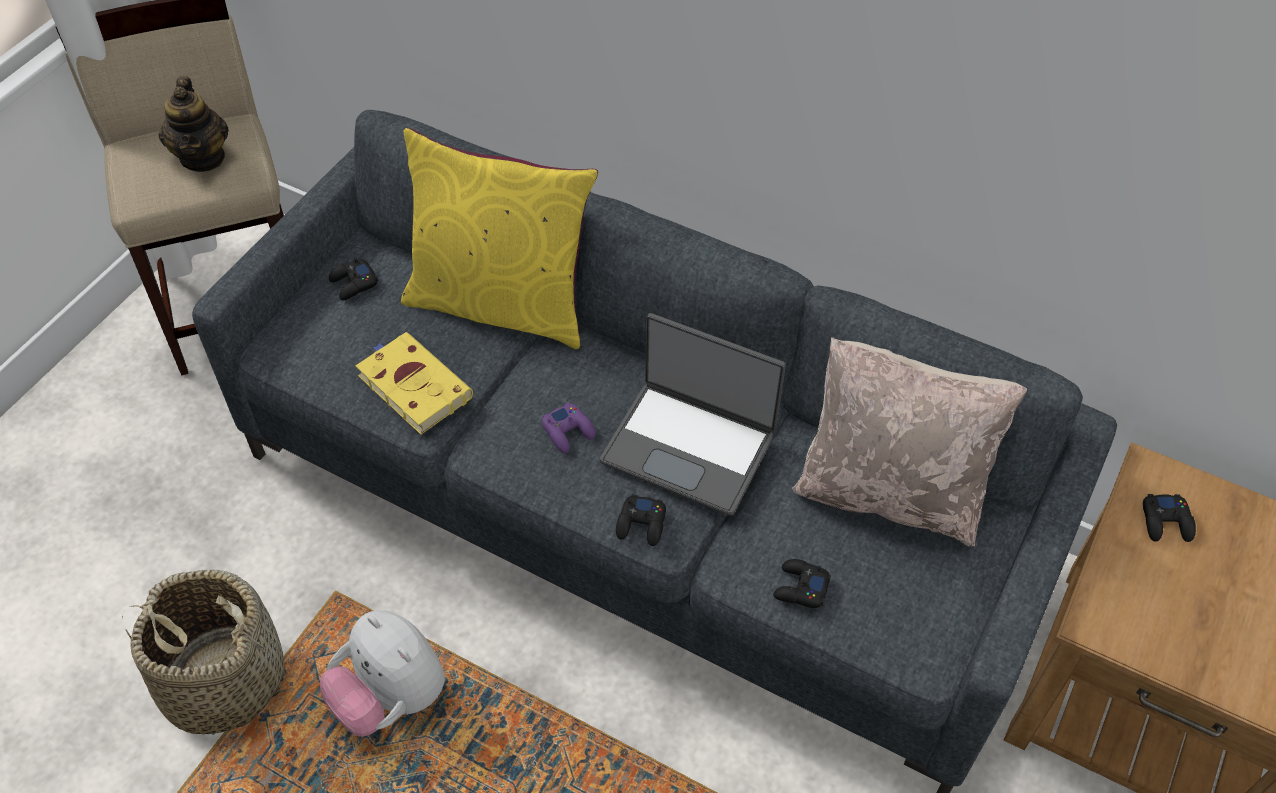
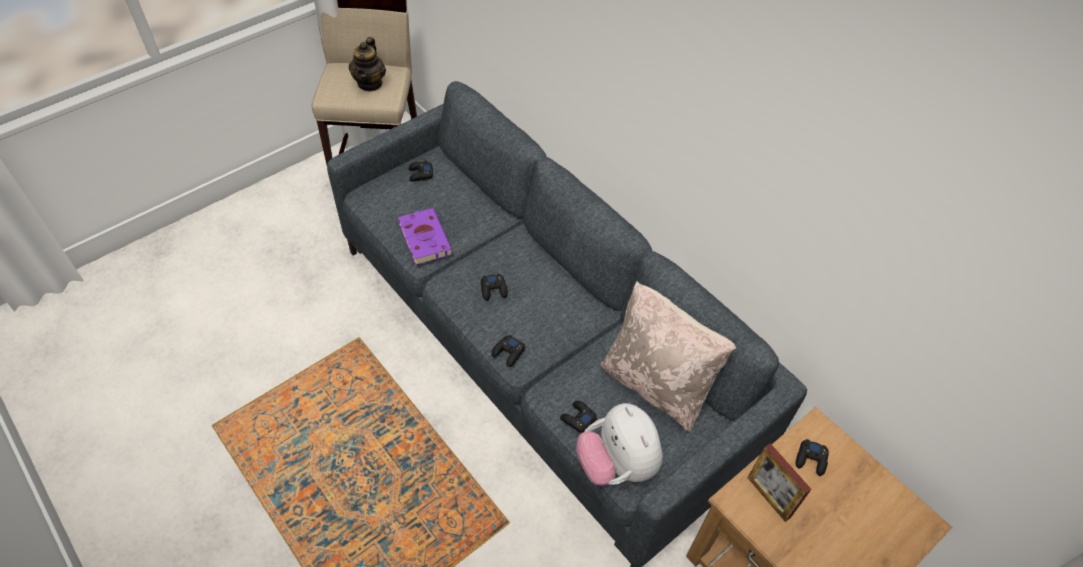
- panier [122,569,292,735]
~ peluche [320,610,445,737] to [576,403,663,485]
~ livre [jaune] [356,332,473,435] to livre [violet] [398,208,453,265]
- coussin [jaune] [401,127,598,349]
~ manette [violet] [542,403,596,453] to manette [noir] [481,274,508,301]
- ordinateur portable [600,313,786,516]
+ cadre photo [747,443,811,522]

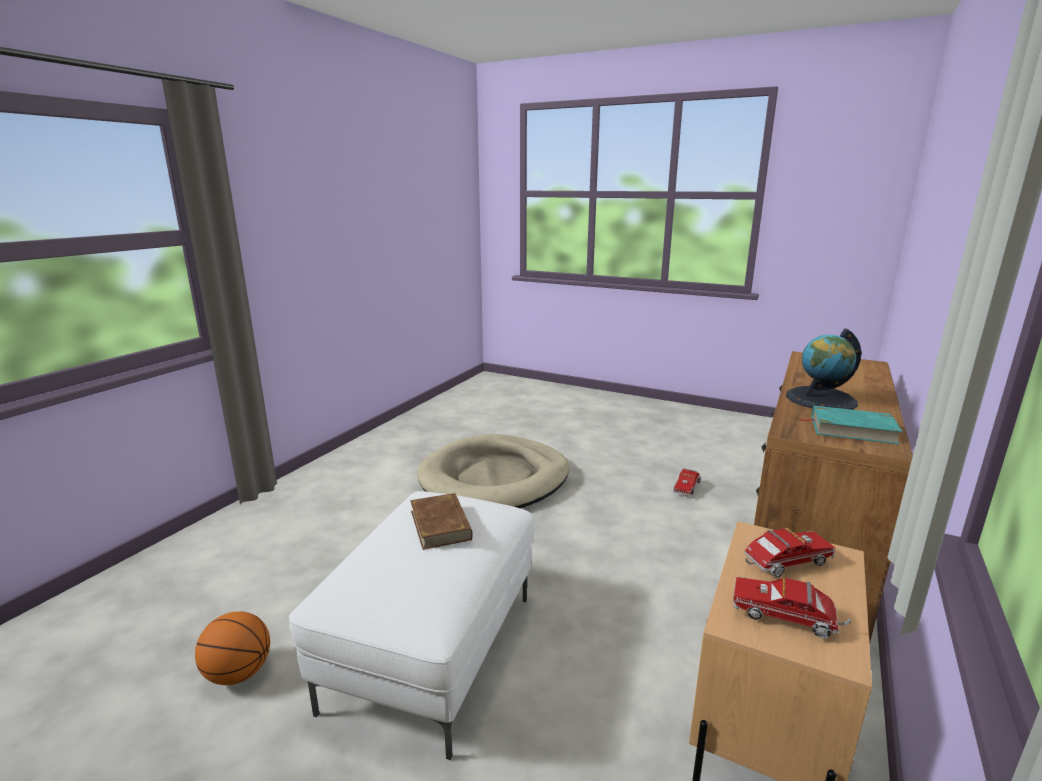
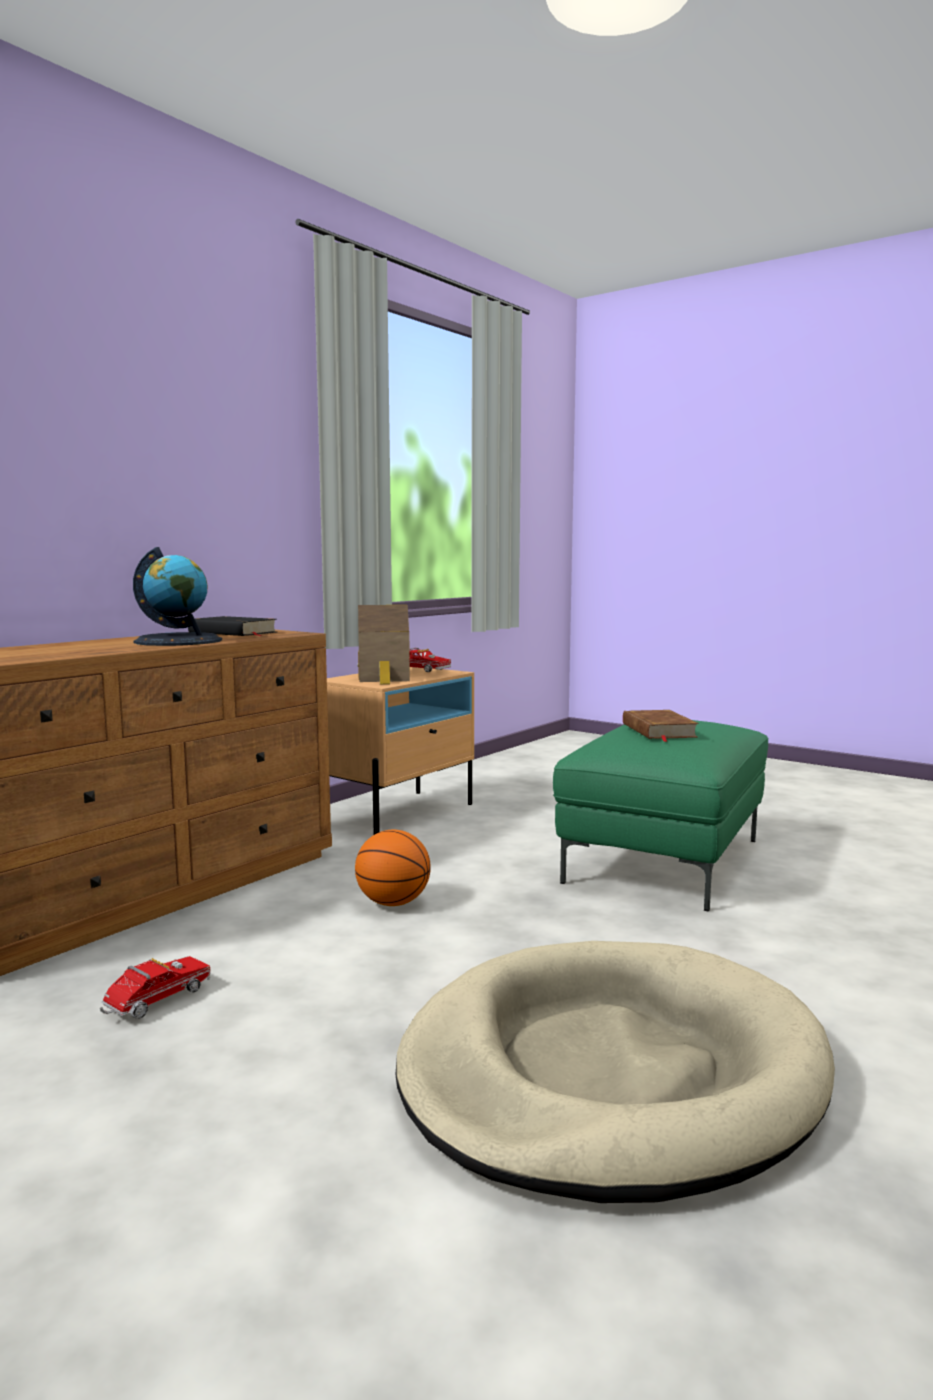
~ ballon de basket [195,611,270,685] to [355,830,431,906]
~ pouf [blanc] [289,491,535,760] to pouf [vert] [553,720,769,912]
~ camion jouet [743,528,836,577] to maison miniature [357,605,410,685]
~ livre [turquoise] [800,406,902,444] to livre [noir] [188,616,277,636]

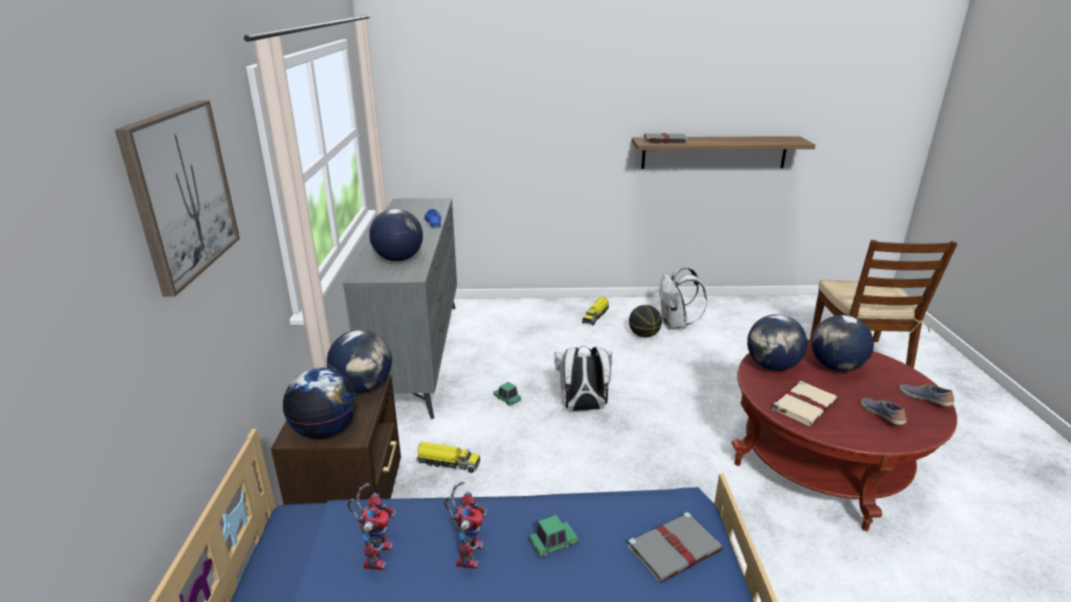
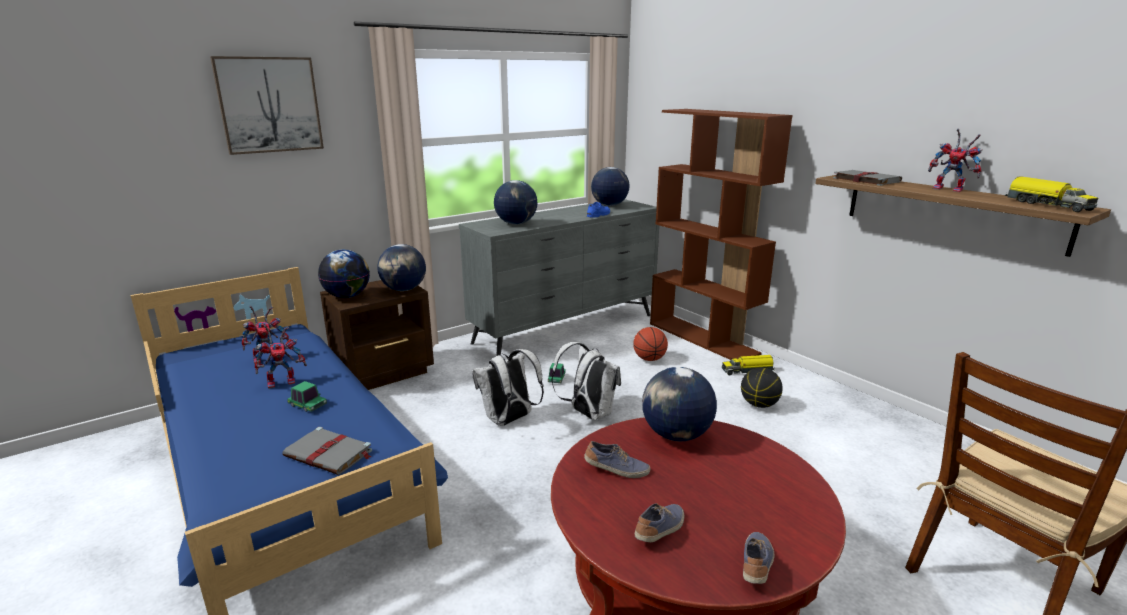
~ camion jouet [416,442,480,473] to [1005,176,1098,212]
~ sac à dos [blanc] [659,267,707,329] to [472,349,544,426]
~ livre [beige] [772,381,838,426] to chaussure [584,441,650,478]
~ globe [811,315,874,372] to [591,167,630,206]
+ ballon de basket [633,327,668,361]
+ bibliothèque [marron] [650,109,793,360]
+ robot jouet [928,129,983,192]

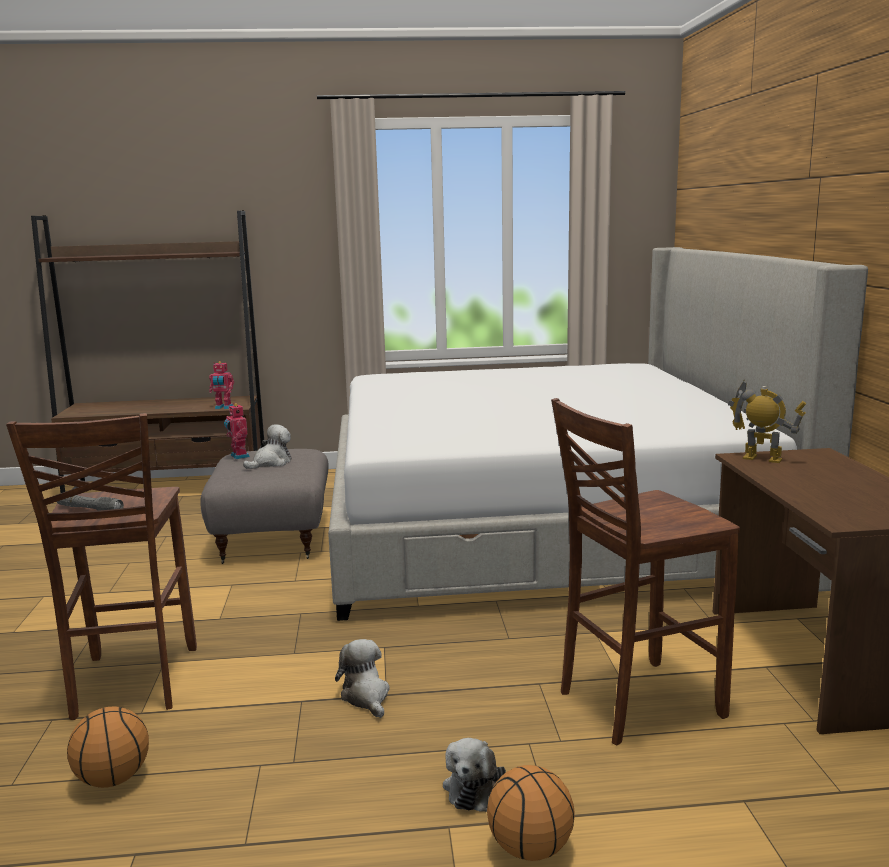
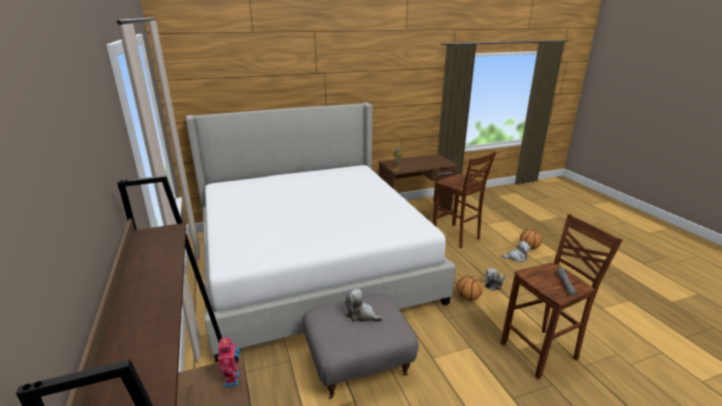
~ ballon de basket [67,706,149,788] to [457,275,482,301]
- robot jouet [224,403,250,459]

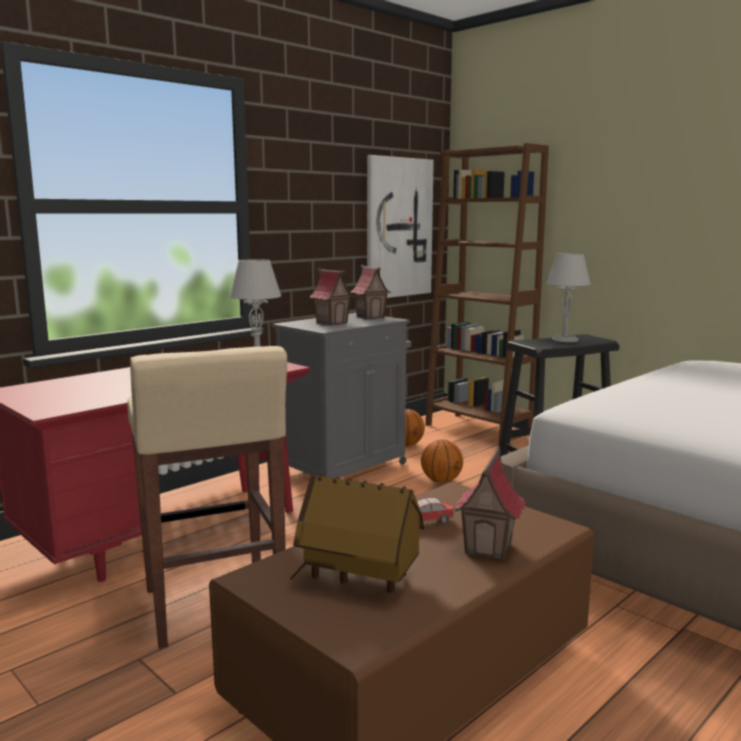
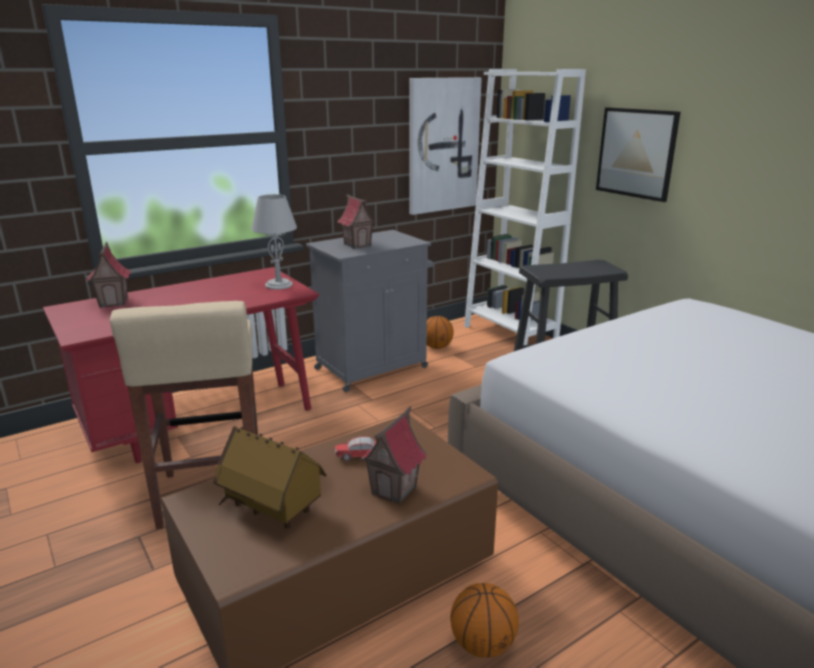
~ maison miniature [350,265,391,320] to [85,242,131,308]
~ ballon de basket [421,439,463,483] to [450,583,519,658]
~ bibliothèque [marron] [425,143,549,446] to bibliothèque [blanc] [464,69,586,345]
- lampe de table [gris] [546,253,591,342]
+ tableau [596,107,680,202]

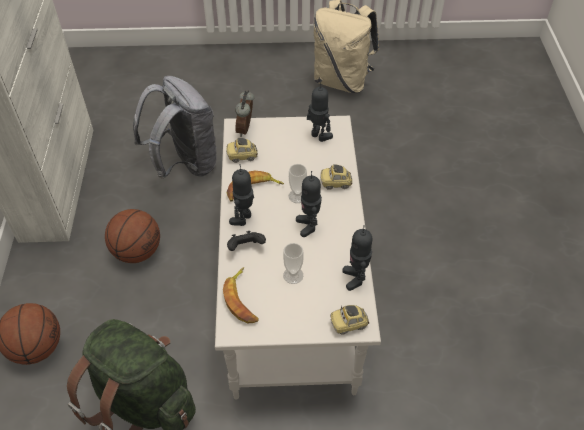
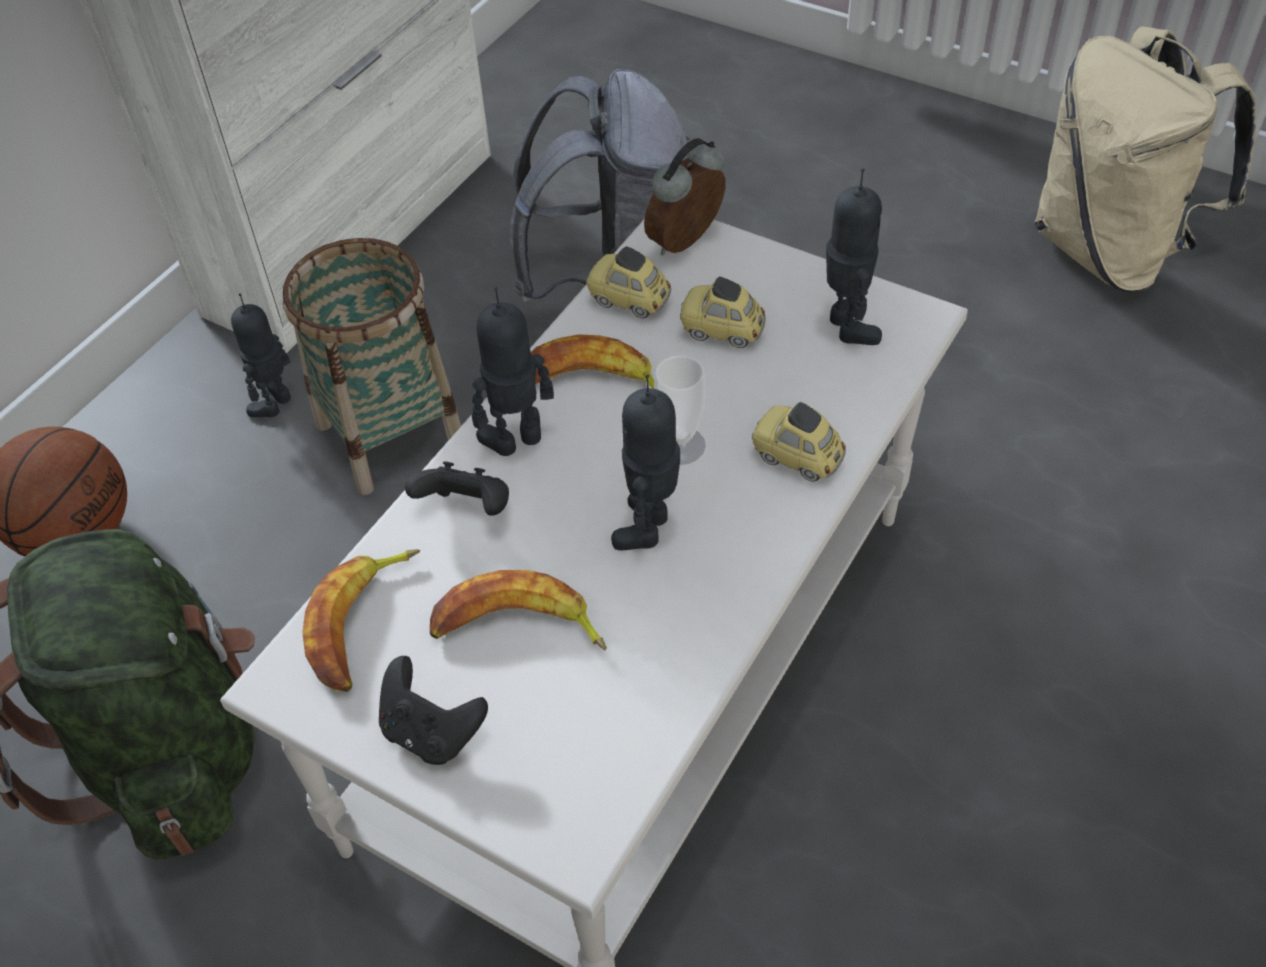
~ ballon de basket [105,209,160,263] to panier [283,238,461,495]
~ tasse [283,243,304,284] to banane [430,570,607,651]
~ petite voiture [330,305,369,335] to [680,276,766,348]
~ robot jouet [342,225,372,291] to [231,293,291,417]
+ manette [noir] [379,656,488,765]

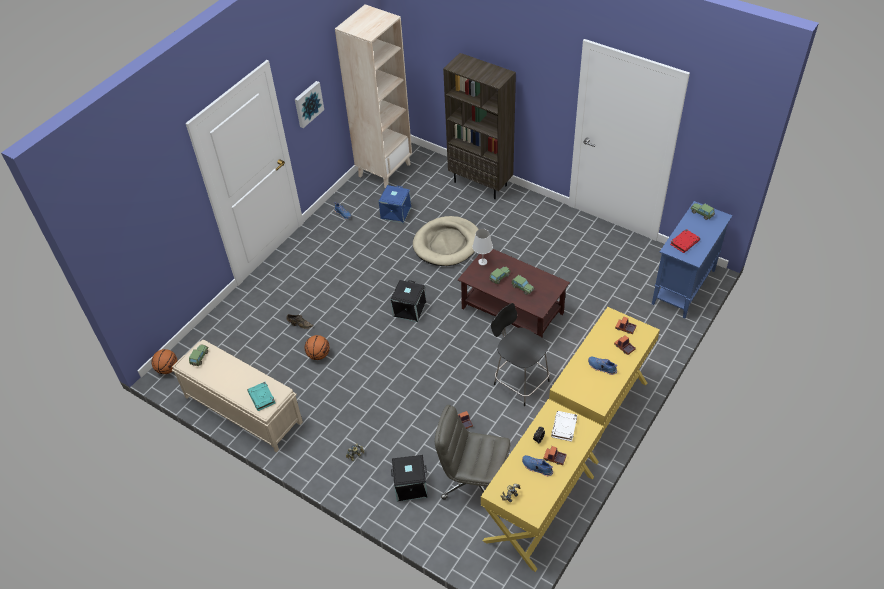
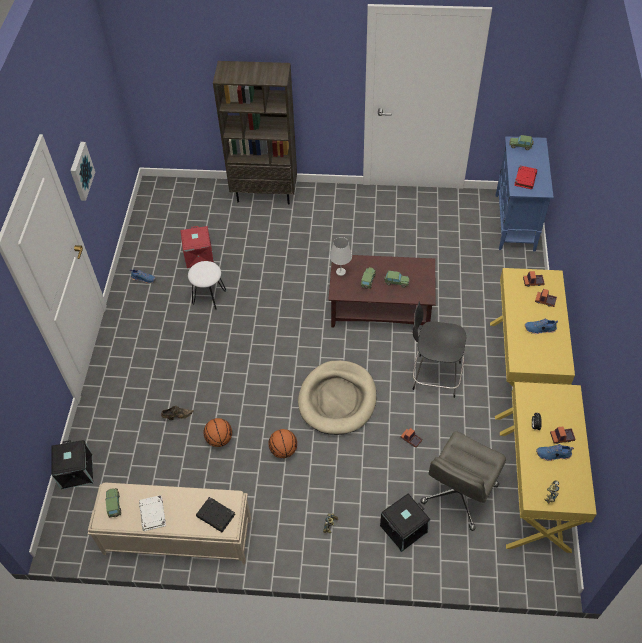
~ ballon de basket [151,349,178,374] to [268,429,297,458]
~ livre [turquoise] [248,382,275,411] to livre [noir] [196,497,235,532]
- bibliothèque [beige] [335,4,412,188]
~ boîte de rangement [bleu] [379,185,411,223] to boîte de rangement [rouge] [180,226,214,268]
~ boîte de rangement [noir] [391,280,426,322] to [52,440,93,489]
~ panier pour chien [beige] [413,216,479,266] to [298,360,377,435]
~ chaise de bureau [gris] [435,405,511,500] = [420,431,506,531] 45 degrees counterclockwise
~ livre [blanc] [551,411,577,442] to [139,495,166,531]
+ tabouret [blanc] [188,261,226,310]

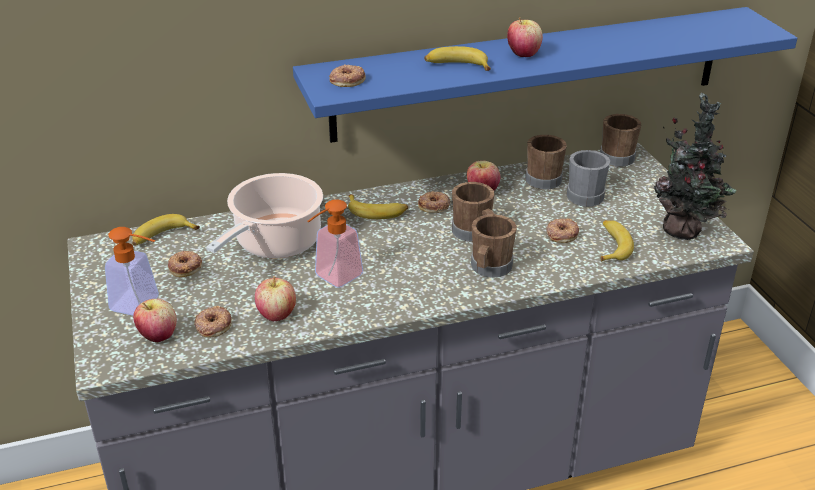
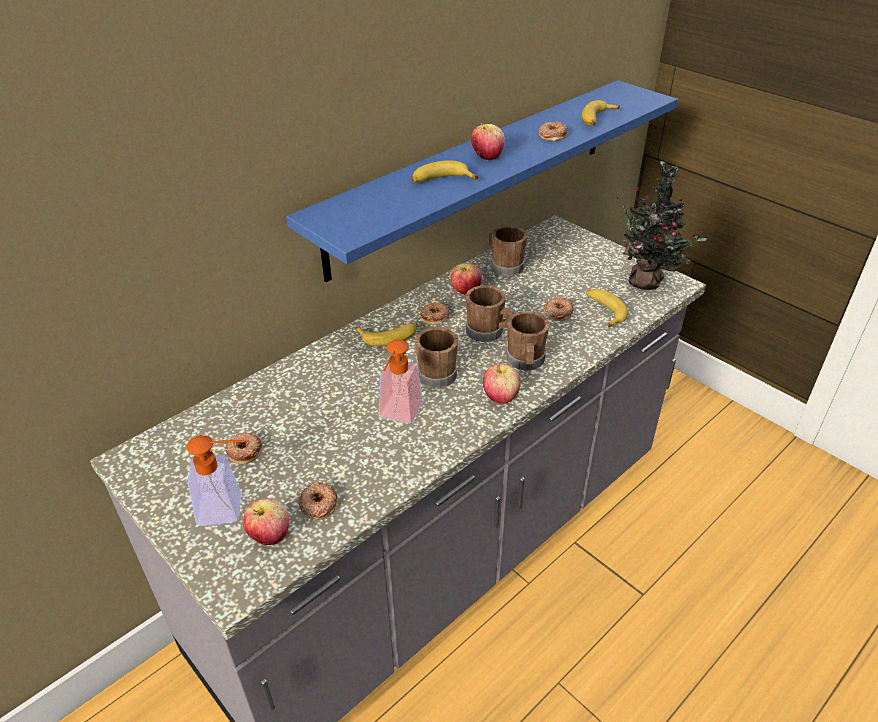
~ banane [132,214,200,246] to [582,100,620,125]
- marmite [206,173,323,258]
~ pomme [255,276,296,321] to [483,363,521,404]
~ beignet [329,64,366,87] to [538,122,568,141]
- mug [gris] [566,150,610,207]
~ mug [marron] [600,114,641,167] to [415,327,458,388]

